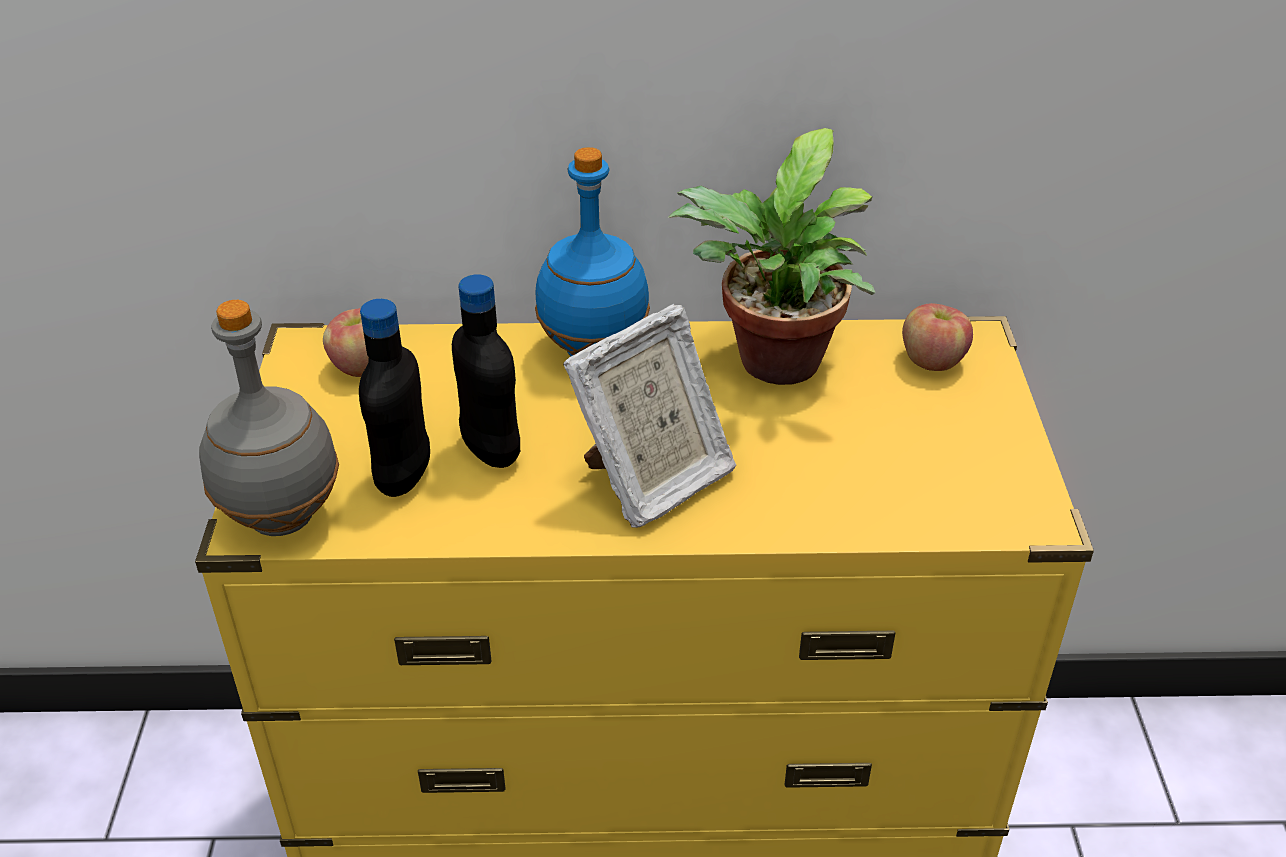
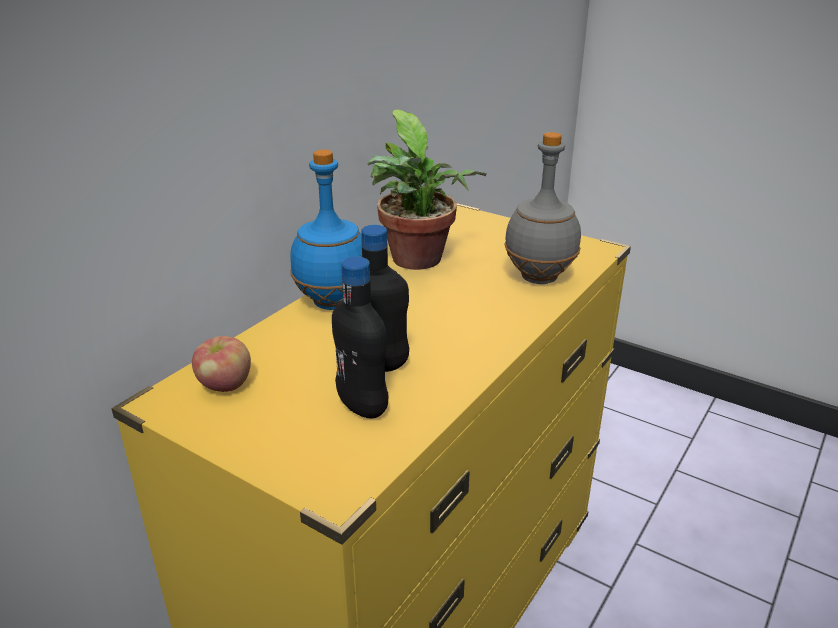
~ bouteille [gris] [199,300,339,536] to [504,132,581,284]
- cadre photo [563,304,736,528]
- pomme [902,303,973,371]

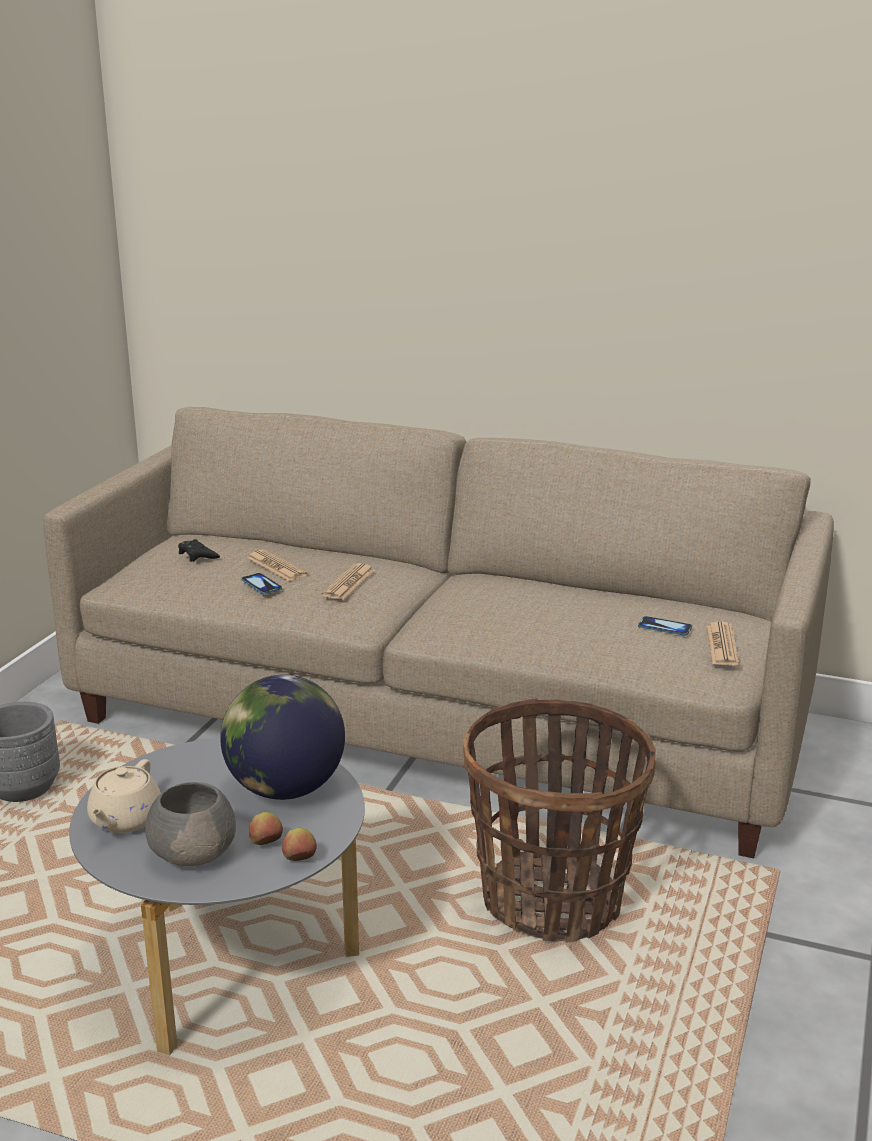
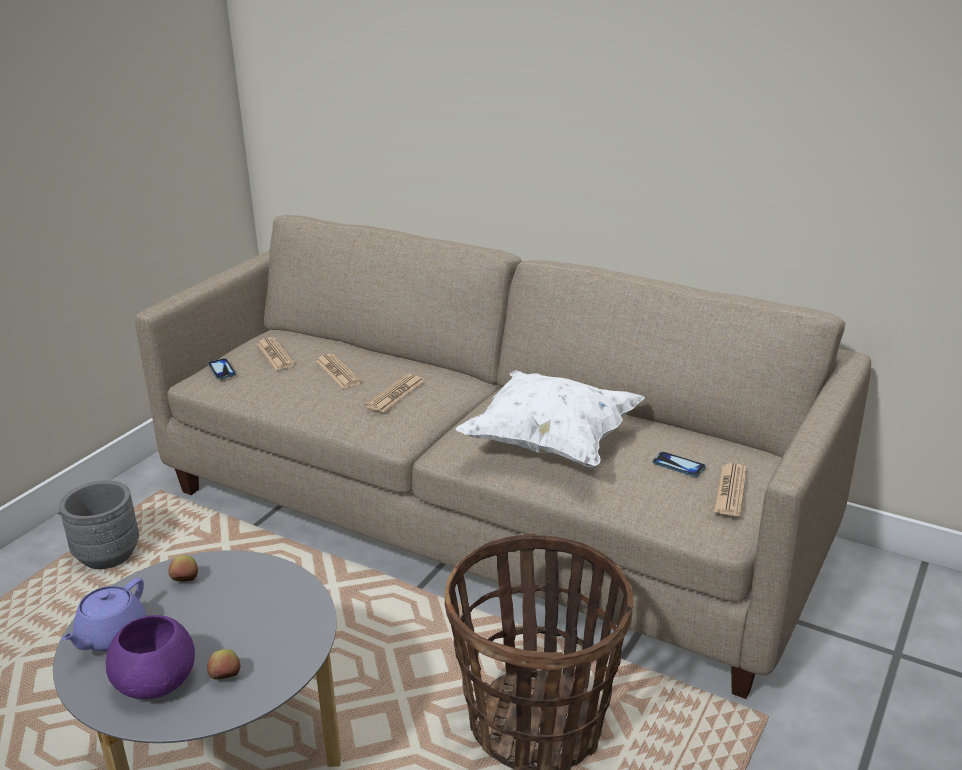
~ théière [beige] [87,759,161,833] to théière [violet] [61,578,146,651]
~ bol [gris] [145,782,236,866] to bol [violet] [106,615,195,699]
~ manette [noir] [178,539,220,562] to journal [256,337,295,370]
- globe [220,675,345,800]
~ téléphone [241,573,282,594] to [208,358,236,379]
~ pomme [282,828,317,861] to [168,555,198,582]
+ coussin [blanc] [456,370,645,468]

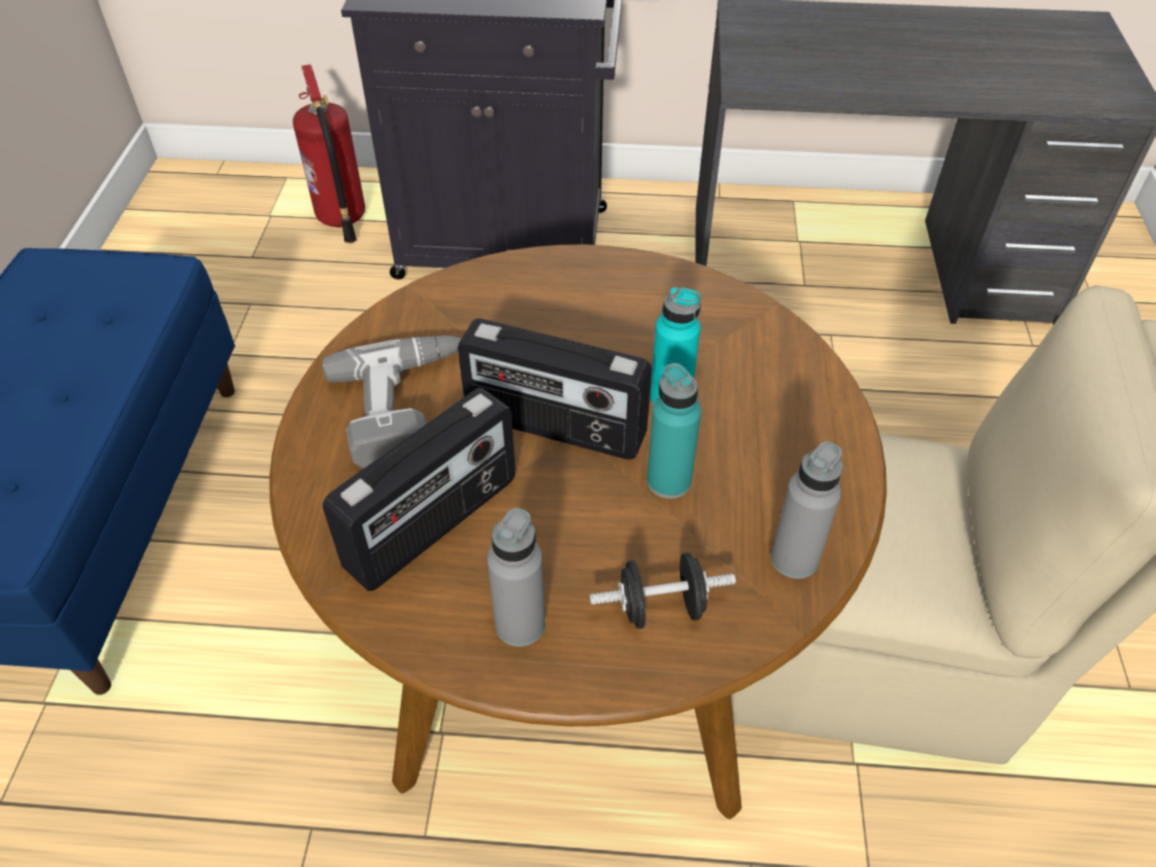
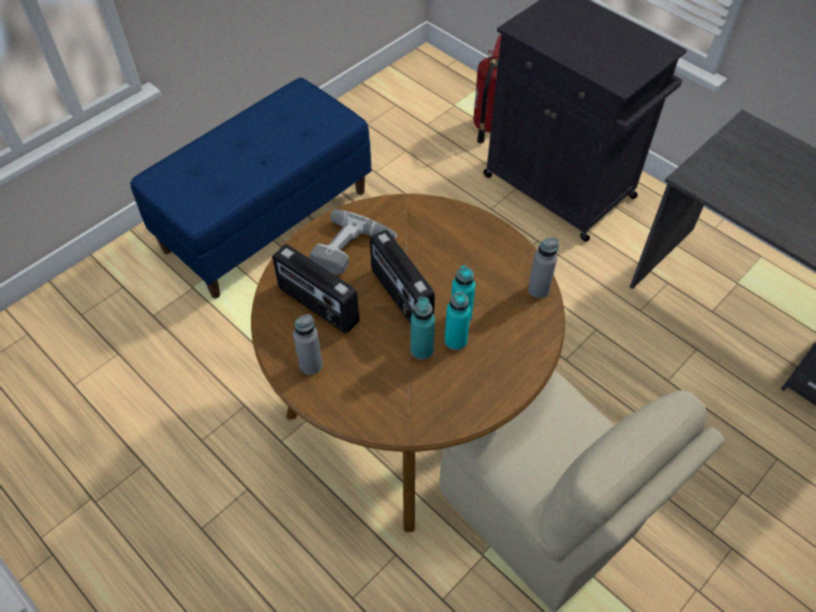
~ radio [323,388,516,591] = [272,244,359,333] 45 degrees clockwise
- haltère [noir] [589,552,736,629]
~ bouteille [gris] [771,442,843,579] to [528,237,559,298]
+ bouteille [turquoise] [445,290,471,350]

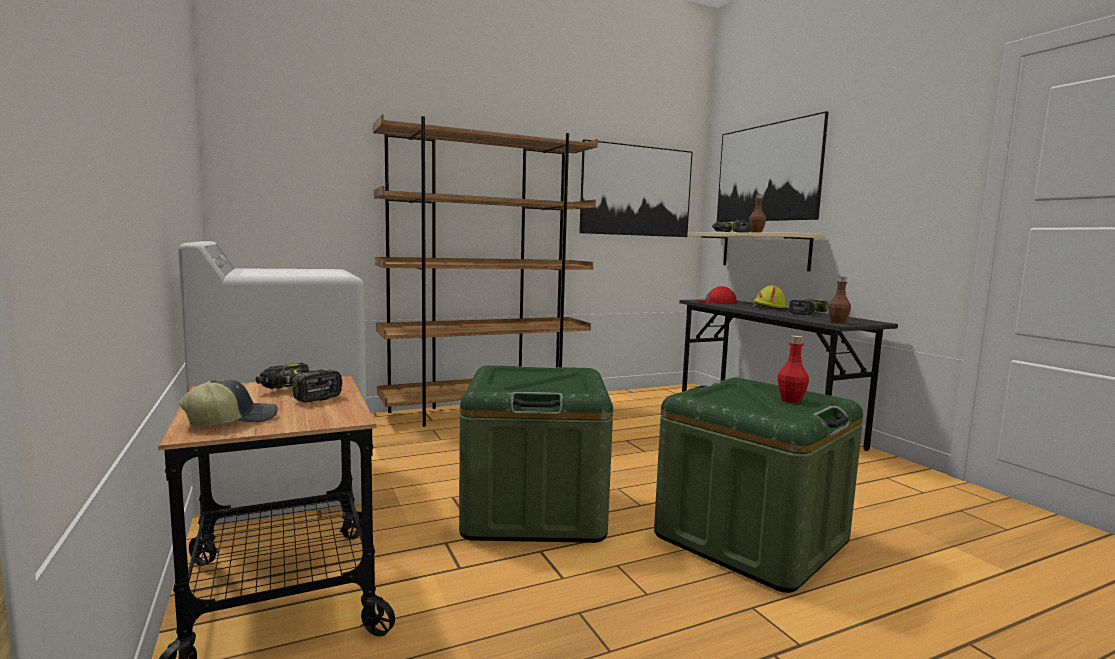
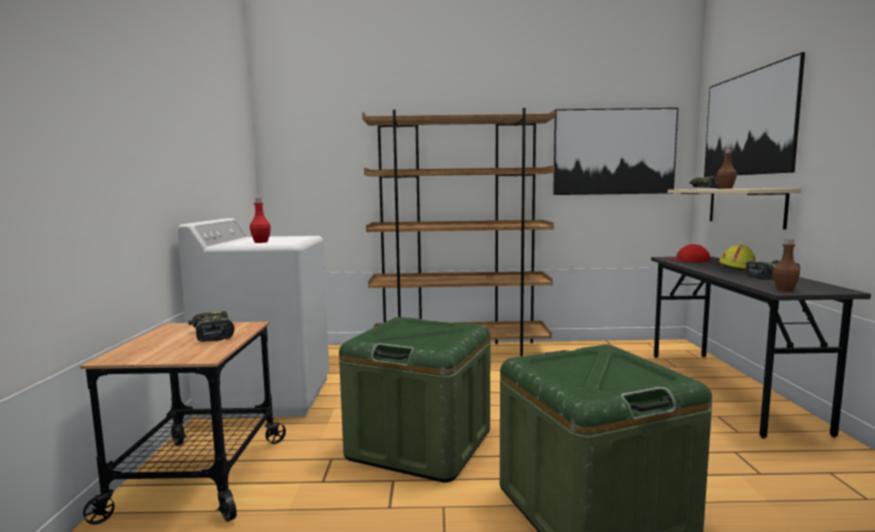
- casquette [179,379,278,427]
~ bouteille [rouge] [778,335,809,403] to [250,198,271,243]

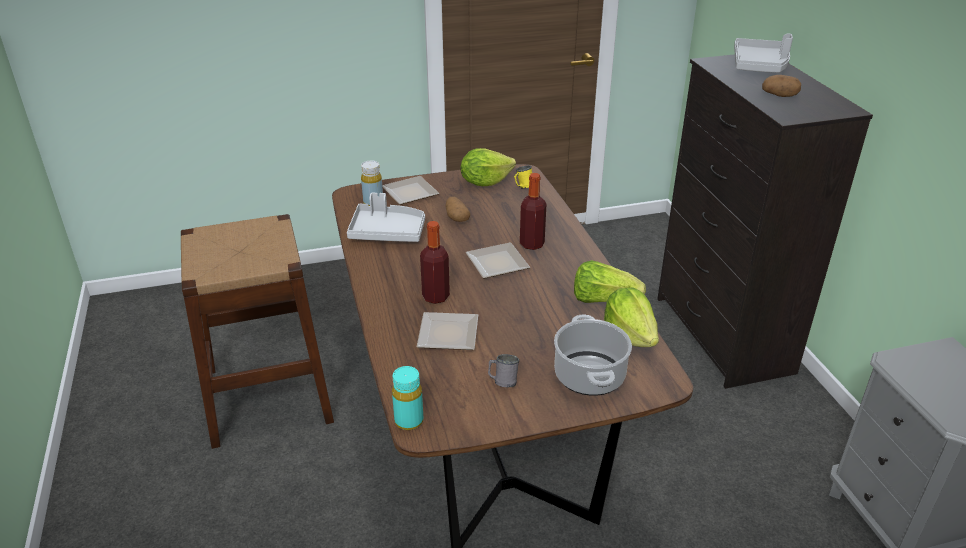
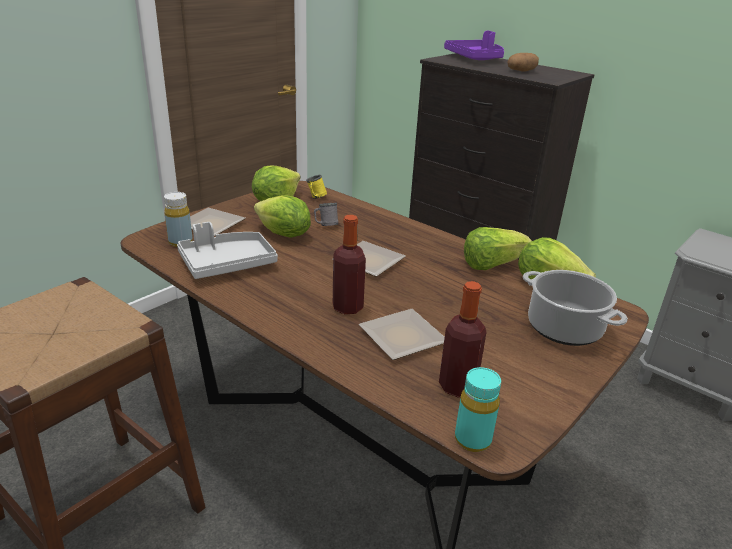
~ pomme de terre [445,196,470,222] to laitue [254,195,311,238]
~ mug [gris] [488,354,519,387] to [314,203,338,226]
~ bouteille [520,173,546,250] to [439,281,486,397]
~ plateau [gris] [734,34,793,73] to plateau [violet] [444,31,504,60]

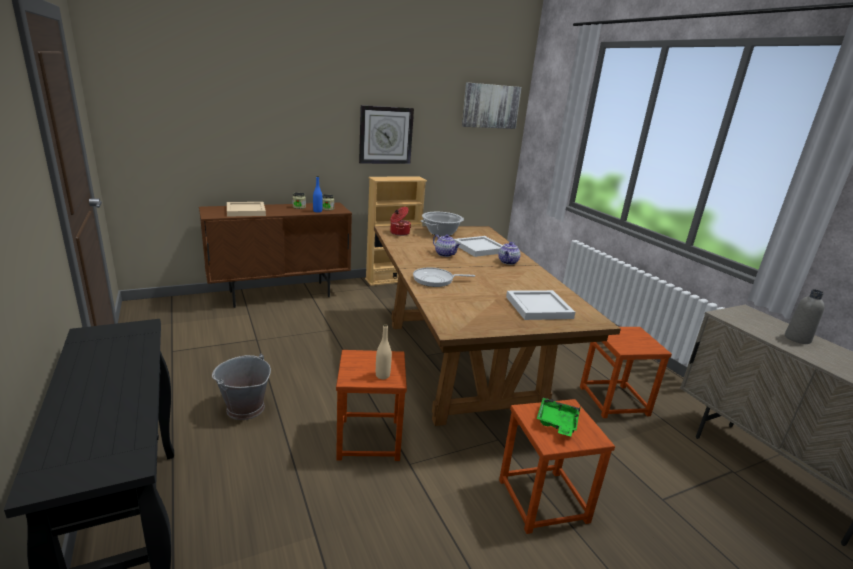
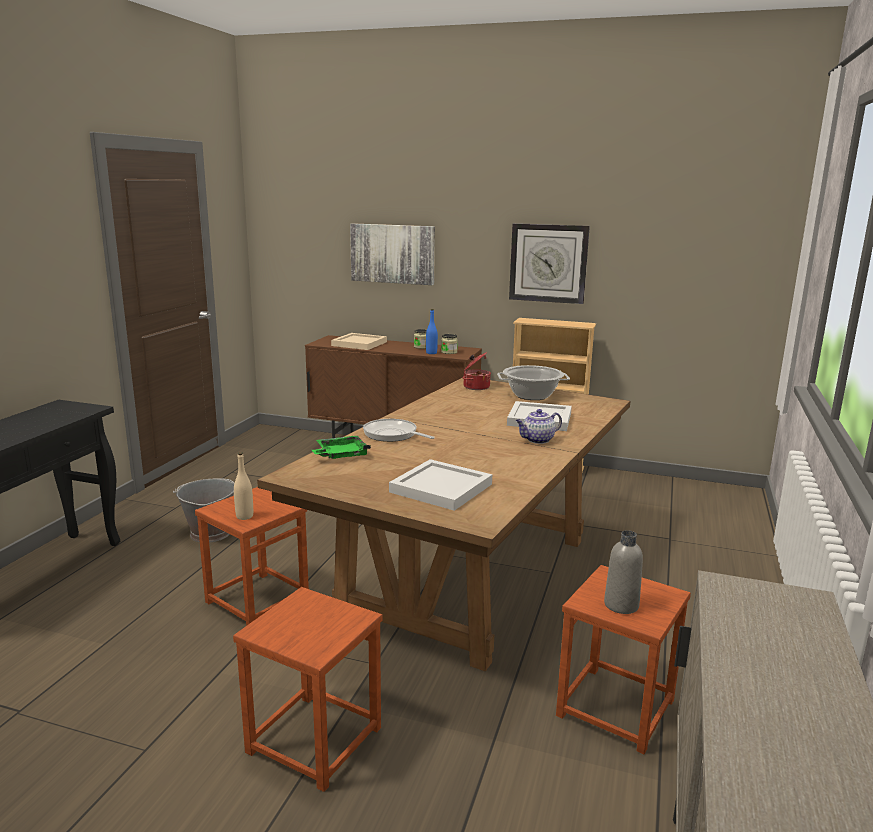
- théière [433,234,460,257]
~ tableau [462,82,522,129] to [350,223,435,285]
~ plateau [vert] [537,398,581,436] to [312,436,371,459]
~ bouteille [gris] [785,289,825,344] to [604,530,643,614]

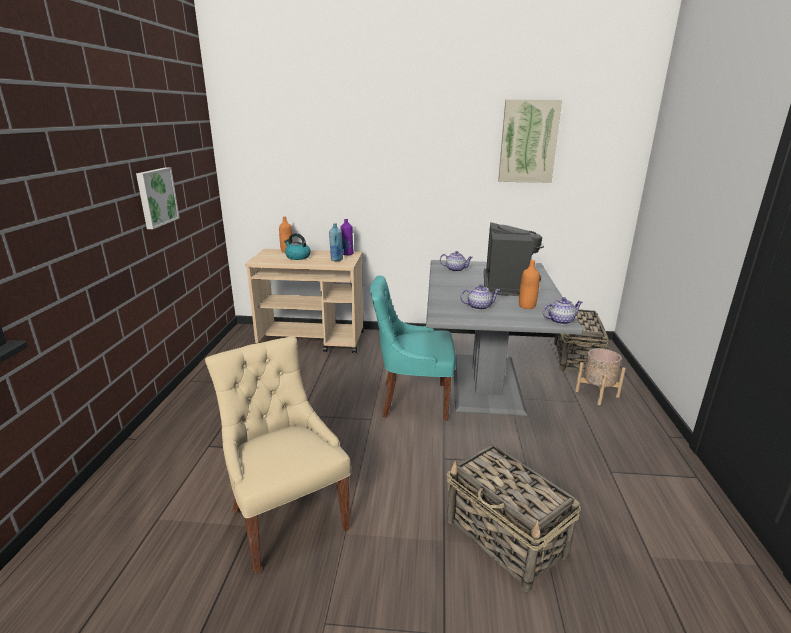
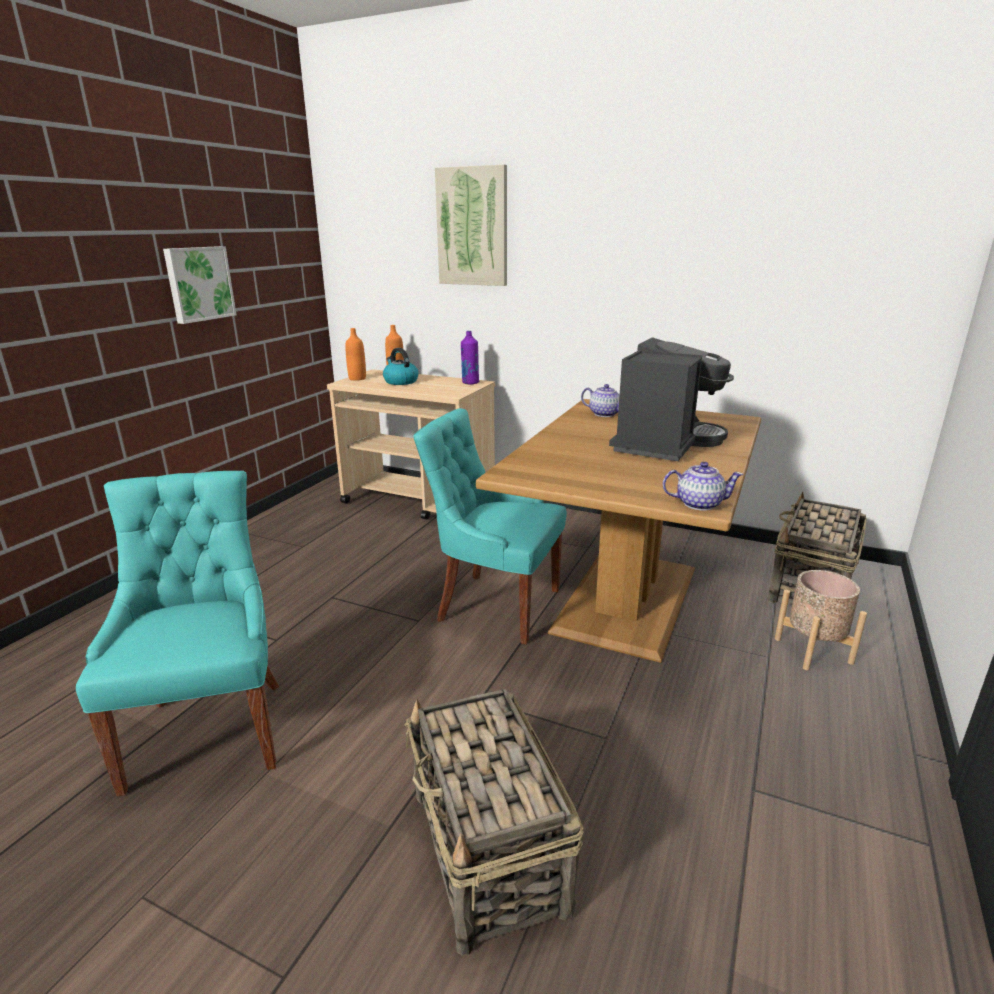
~ chaise [beige] [205,336,351,574] to chaise [turquoise] [76,471,279,796]
- bouteille [bleu] [329,224,343,261]
~ table à manger [gris] [426,260,583,416] to table à manger [marron] [476,399,761,663]
- théière [460,284,500,310]
~ tableau [498,99,562,183] to [435,165,507,286]
~ bouteille [orange] [519,260,540,309] to [345,328,366,380]

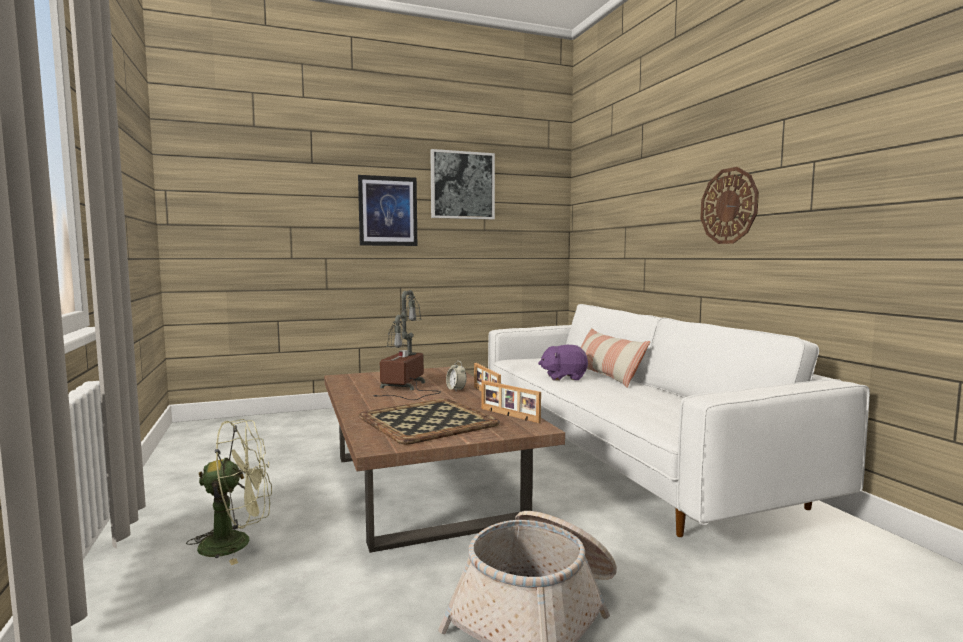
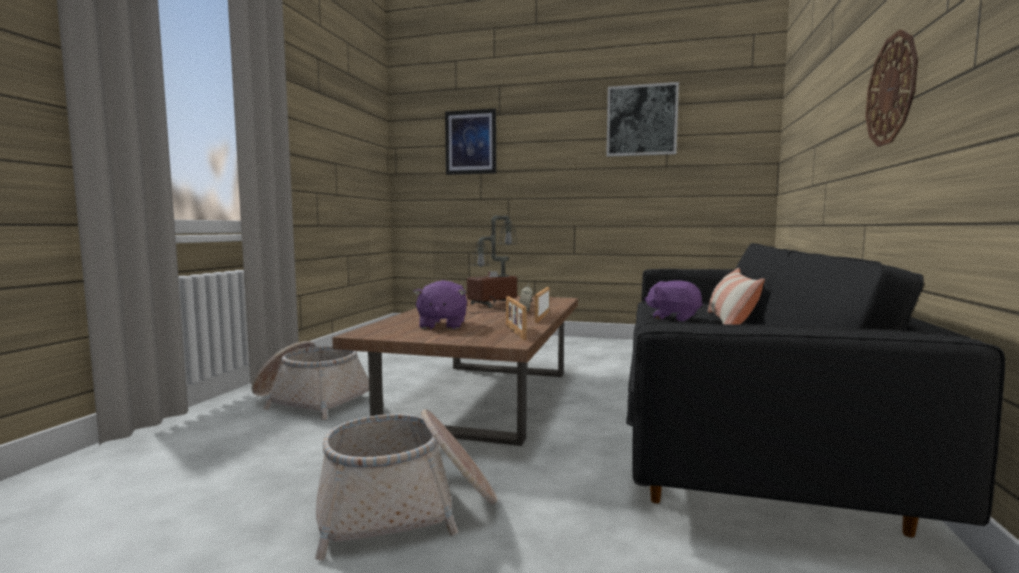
~ ventilateur [vert] [186,419,272,565] to panier [252,341,369,420]
~ tableau [358,175,417,246] to [445,109,496,175]
~ plateau [358,399,500,444] to peluche [violet] [413,280,467,329]
~ canapé [blanc] [488,304,870,537] to canapé [noir] [626,243,1005,538]

